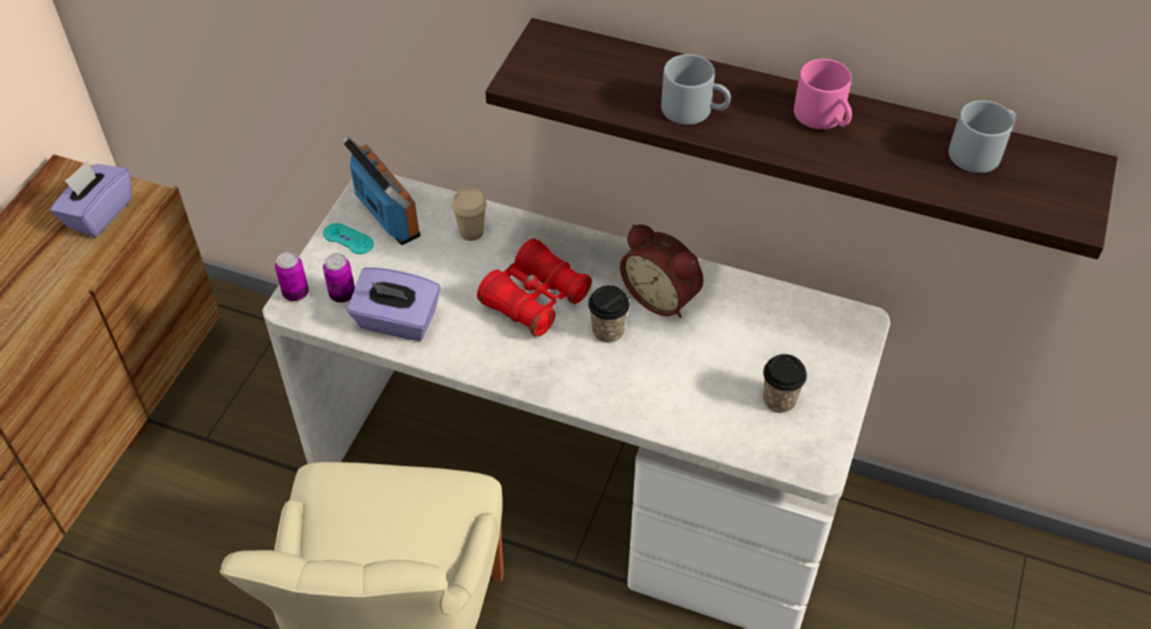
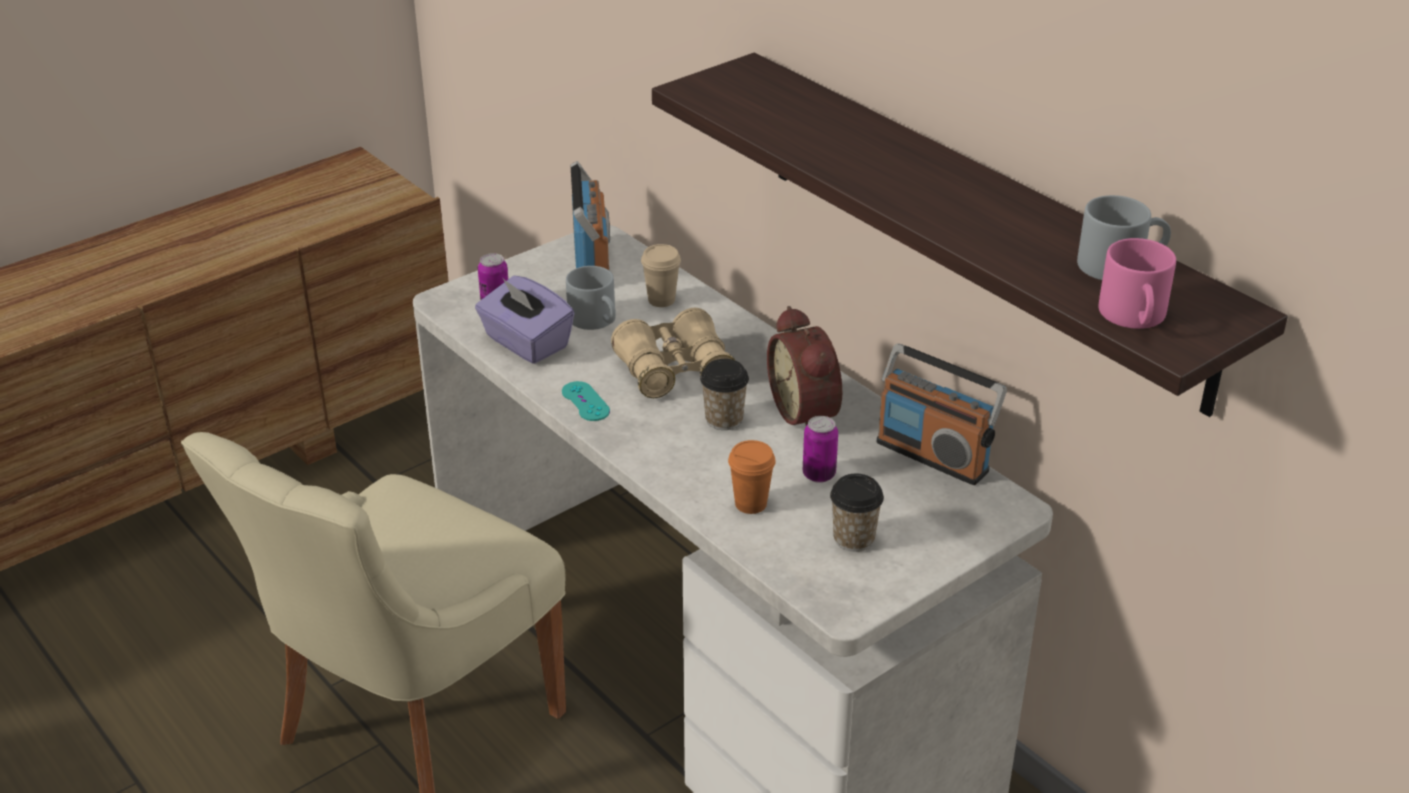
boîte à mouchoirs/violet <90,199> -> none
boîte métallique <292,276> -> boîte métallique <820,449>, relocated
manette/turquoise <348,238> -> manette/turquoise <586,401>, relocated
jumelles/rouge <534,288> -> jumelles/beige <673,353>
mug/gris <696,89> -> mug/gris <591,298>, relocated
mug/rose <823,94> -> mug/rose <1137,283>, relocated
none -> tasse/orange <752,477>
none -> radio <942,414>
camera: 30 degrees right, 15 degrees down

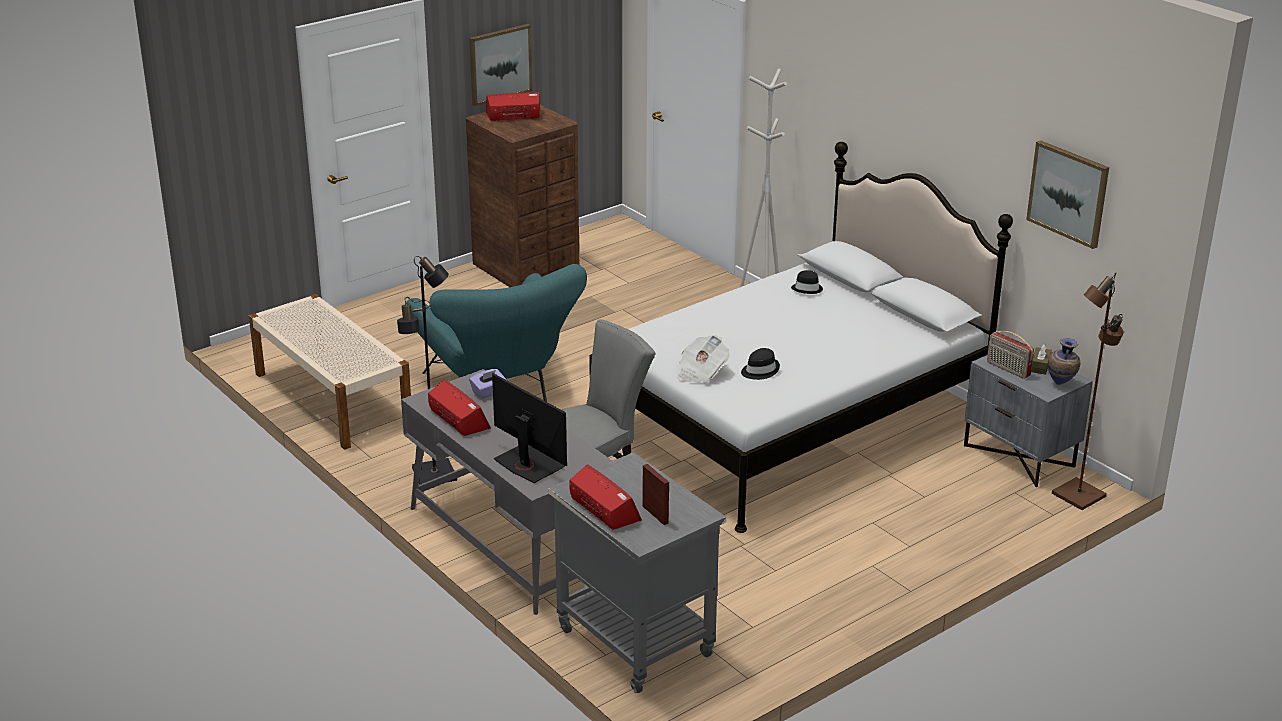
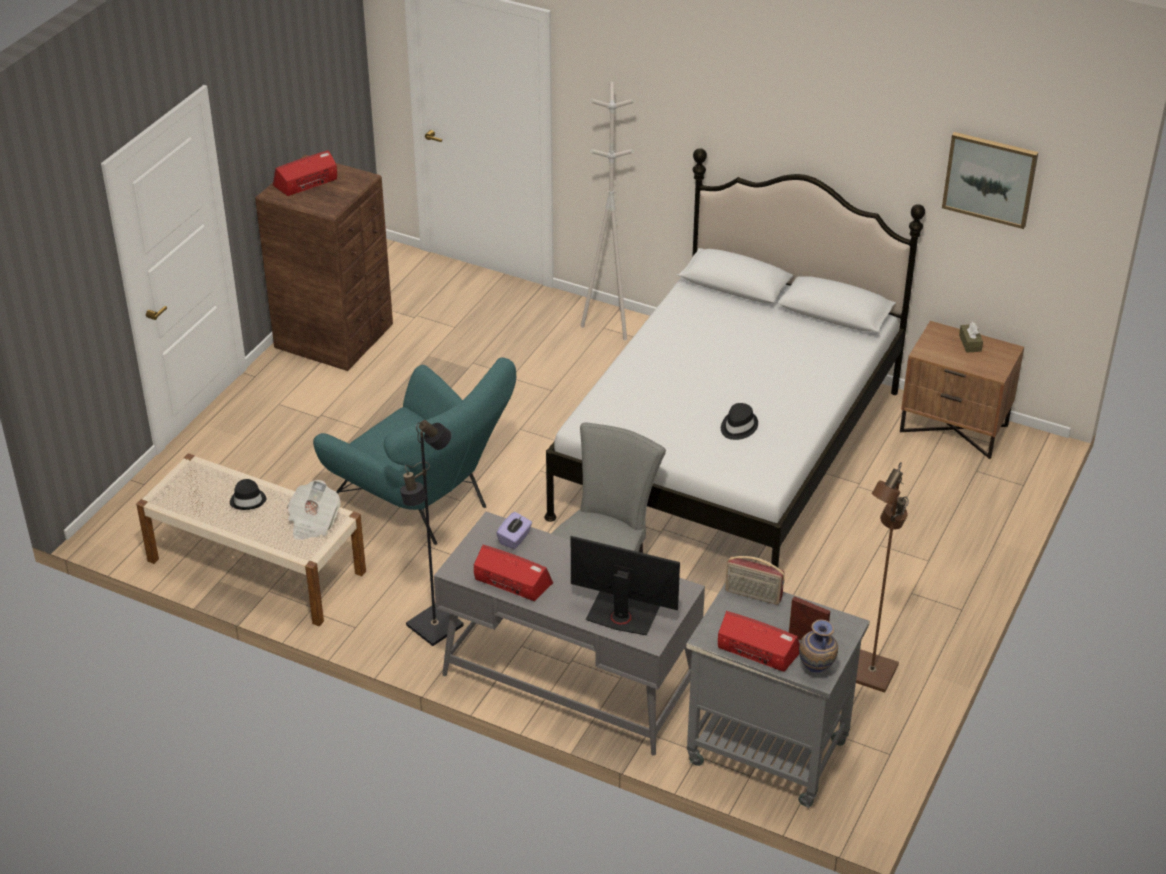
tableau <501,65> -> none
journal <703,359> -> journal <314,510>, relocated
chapeau/noir <807,282> -> chapeau/noir <248,494>, relocated
table de chevet/gris <1028,420> -> table de chevet/marron <962,390>
radio <1010,355> -> radio <755,580>, relocated
vase <1064,361> -> vase <818,646>, relocated
lampadaire/marron <1088,391> -> lampadaire/marron <882,577>, relocated
camera: 25 degrees left, 10 degrees up

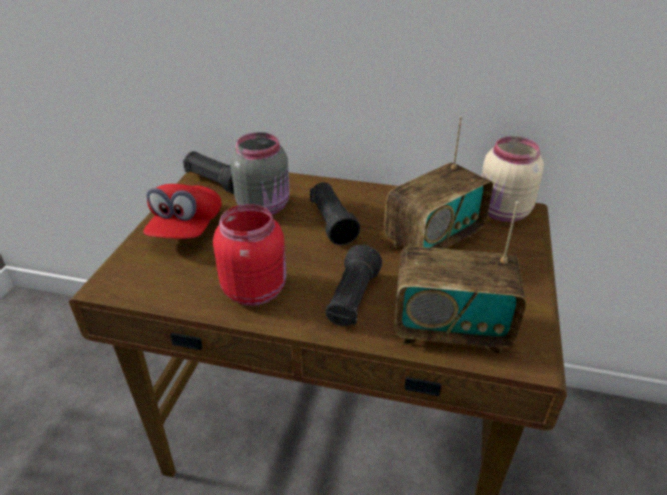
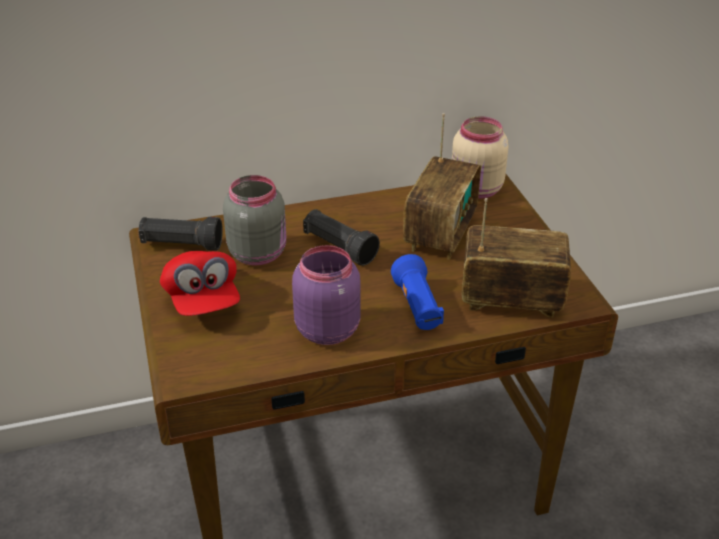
bocal/rouge <249,255> -> bocal/violet <326,295>
lampe de poche/noir <353,285> -> lampe de poche/bleu <417,292>
radio <460,277> -> radio <516,258>, 150 degrees counterclockwise
camera: 30 degrees left, 0 degrees up

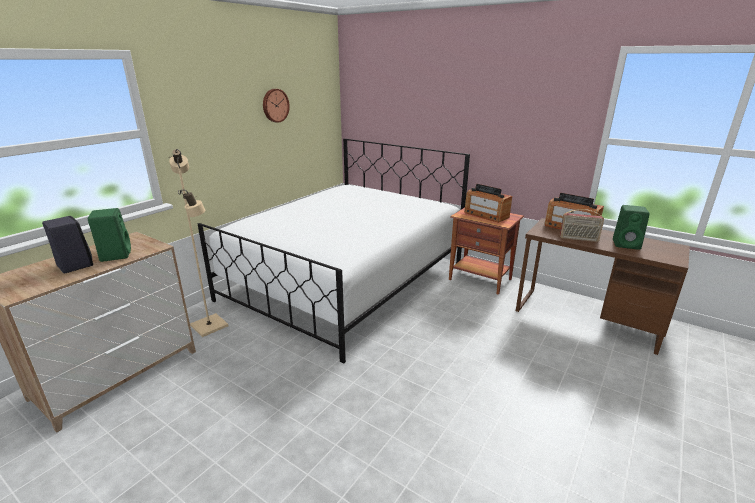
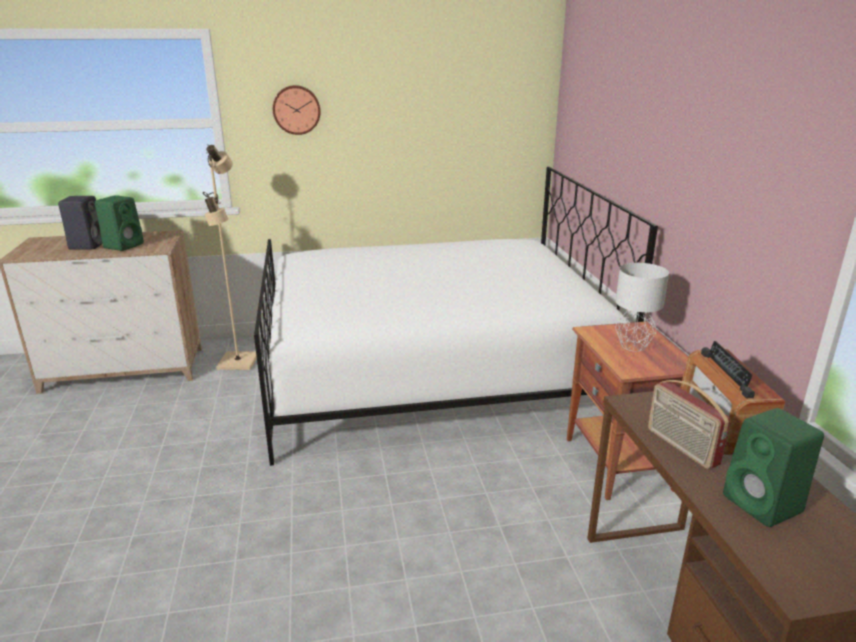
horloge murale <276,106> -> horloge murale <297,110>, relocated
radio <488,203> -> lampe de table/gris <642,307>
camera: 45 degrees right, 0 degrees up

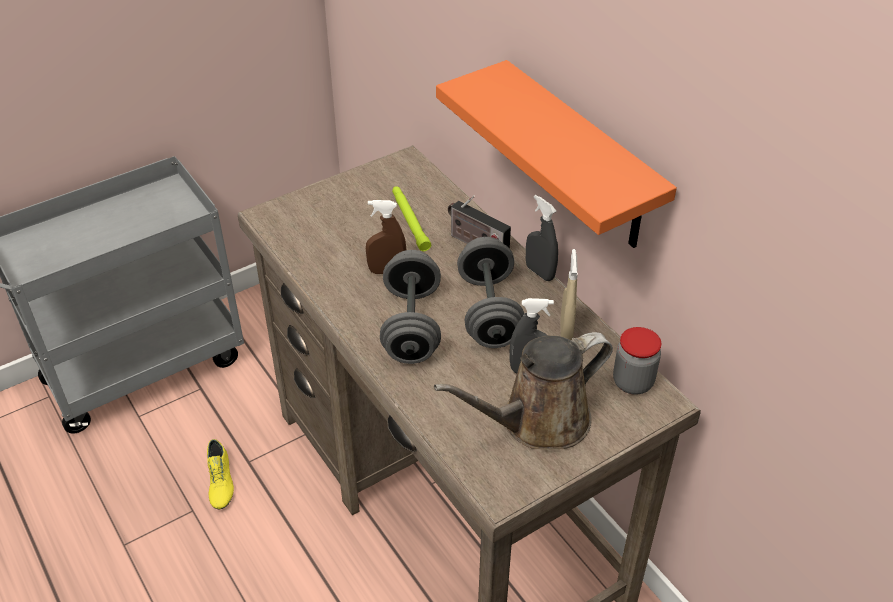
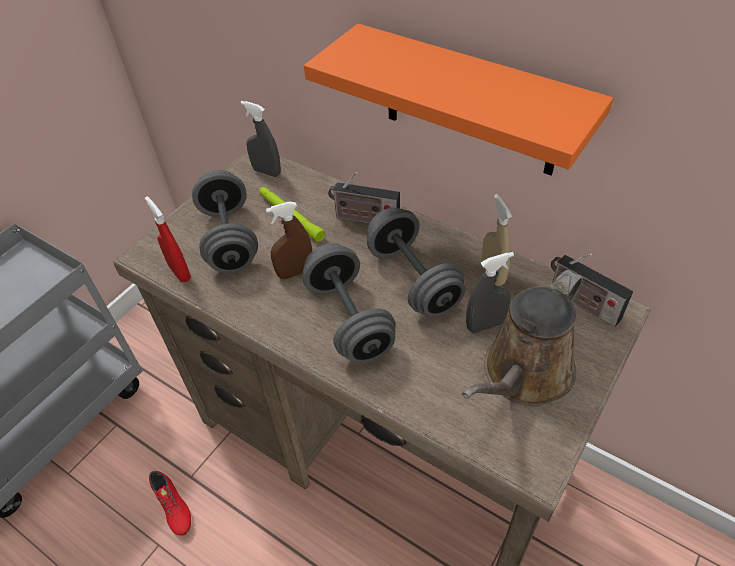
chaussure/jaune <220,474> -> chaussure/rouge <170,503>
vaporisateur/gris <542,238> -> vaporisateur/gris <261,139>, relocated
bocal <637,361> -> radio <592,290>
none -> vaporisateur/rouge <168,239>
none -> haltère/gris <225,221>
camera: 20 degrees left, 5 degrees up

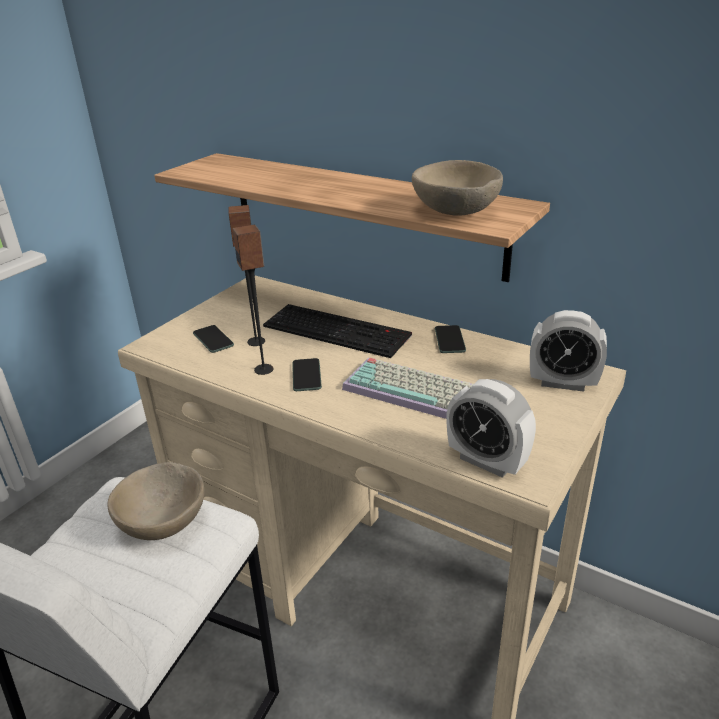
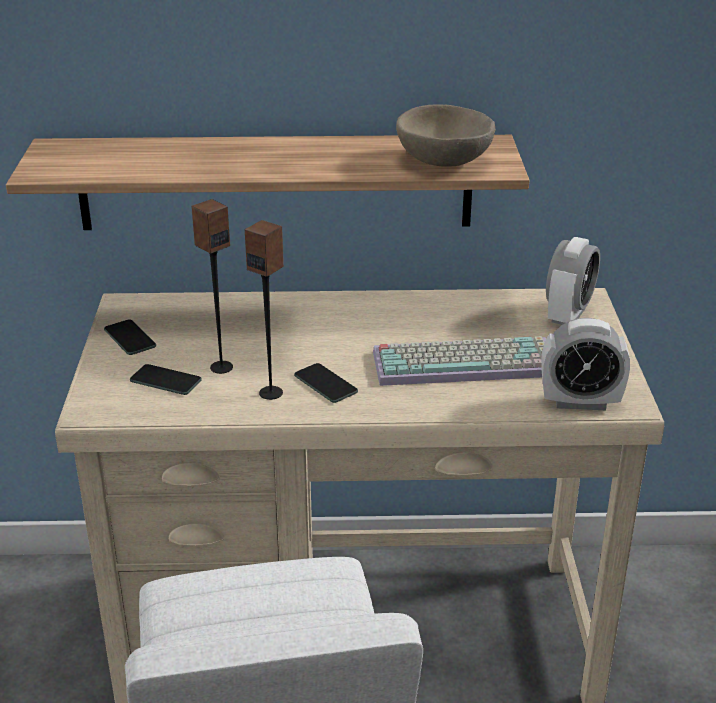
bol/beige <156,501> -> none
clavier <337,331> -> none
téléphone <450,339> -> téléphone <130,337>, relocated
réveil <568,351> -> réveil <573,281>, 45 degrees counterclockwise
camera: 35 degrees left, 0 degrees up

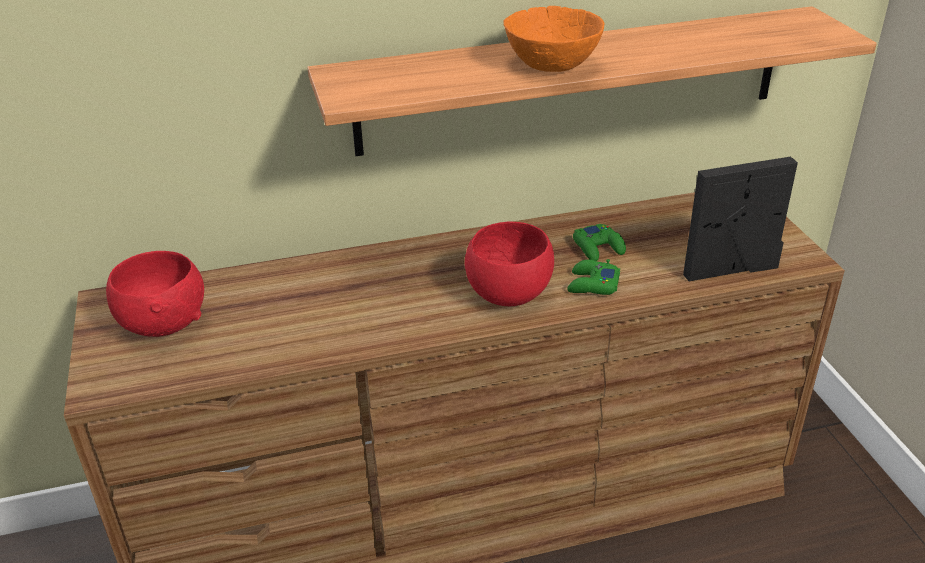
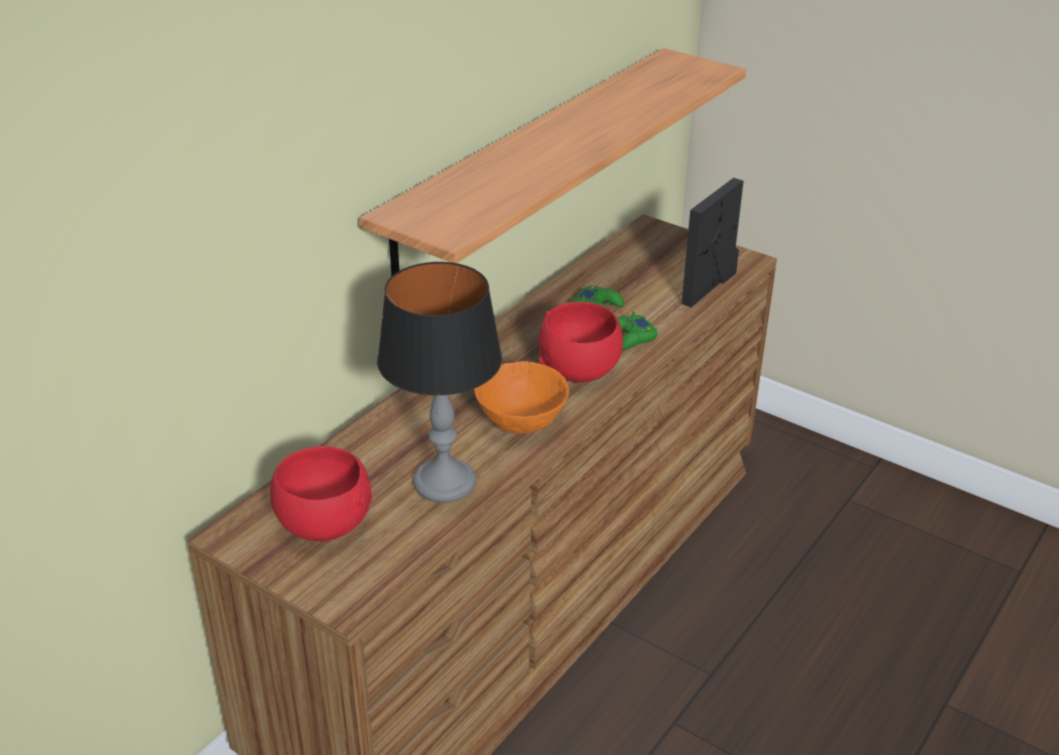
bol/orange <553,39> -> bol/orange <522,397>, relocated
none -> lampe de table <439,382>
camera: 40 degrees left, 0 degrees up

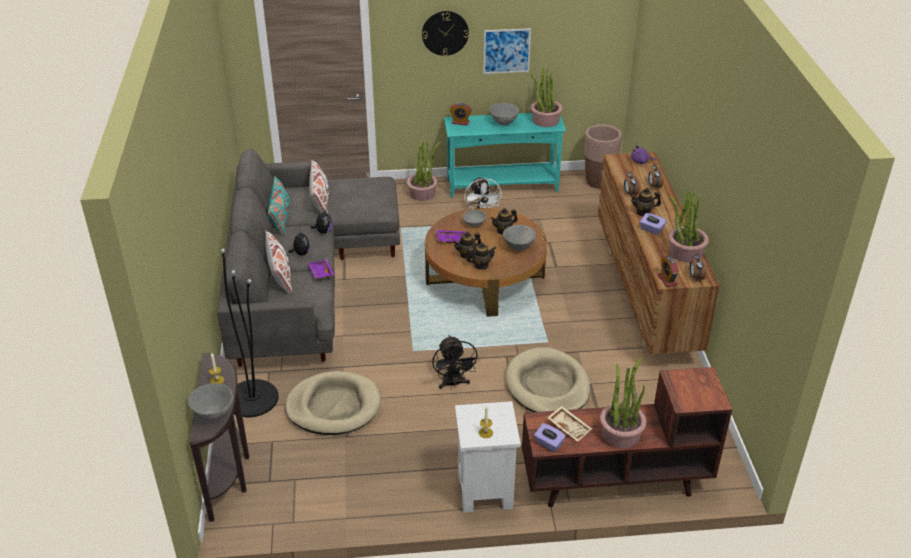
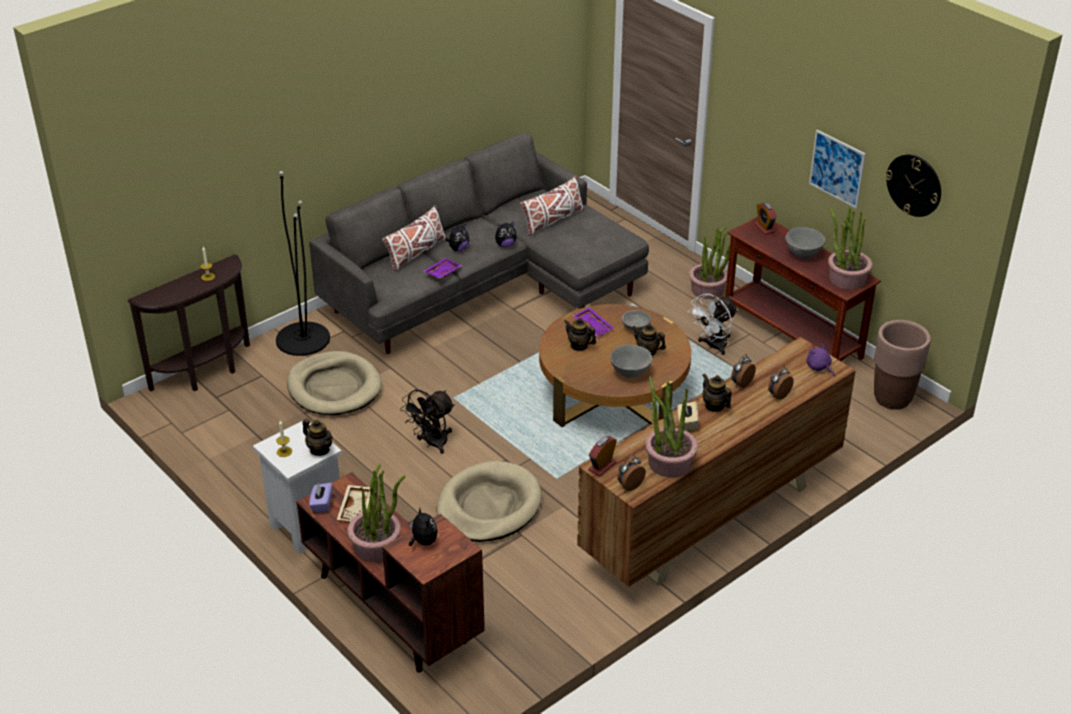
bol/gris <210,401> -> none
coussin/turquoise <279,206> -> none
horloge murale <445,33> -> horloge murale <913,185>, relocated
table console/turquoise <505,155> -> table console/marron <803,289>
théière <481,255> -> théière <317,437>, relocated
boîte à mouchoirs/violet <653,224> -> boîte à mouchoirs/beige <688,416>
none -> peluche <423,527>
camera: 55 degrees right, 0 degrees up

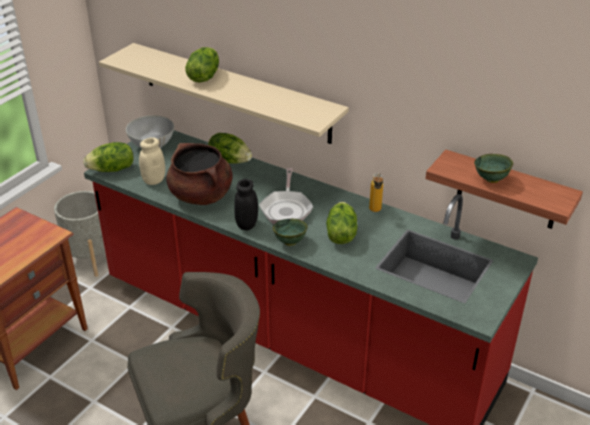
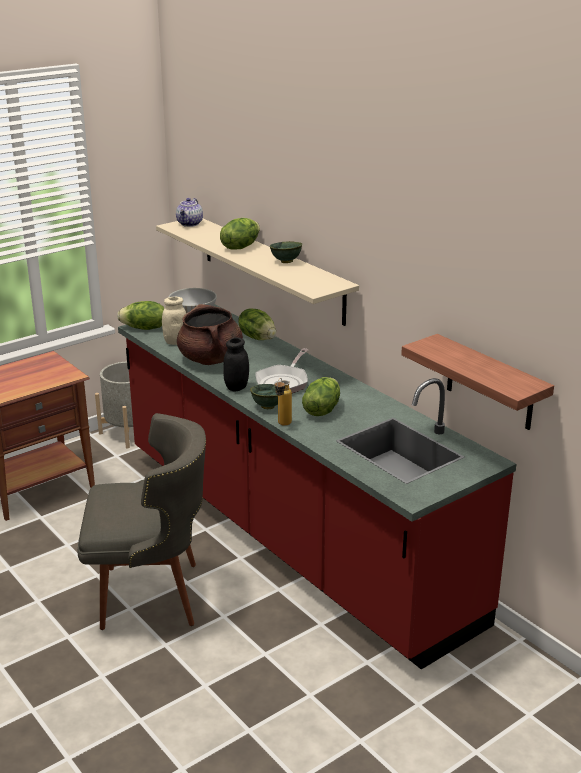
bouteille <376,192> -> bouteille <283,402>, relocated
bol/vert <493,168> -> bol/vert <286,252>, relocated
none -> théière <189,212>
camera: 20 degrees right, 10 degrees down

